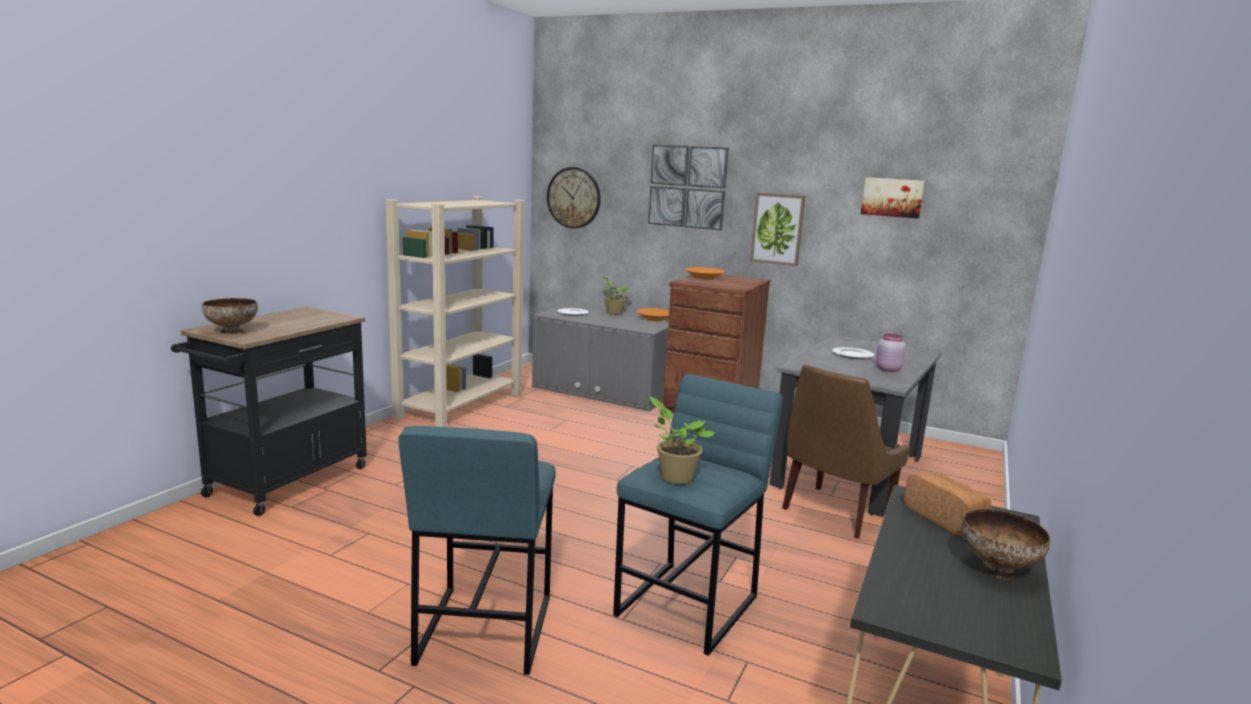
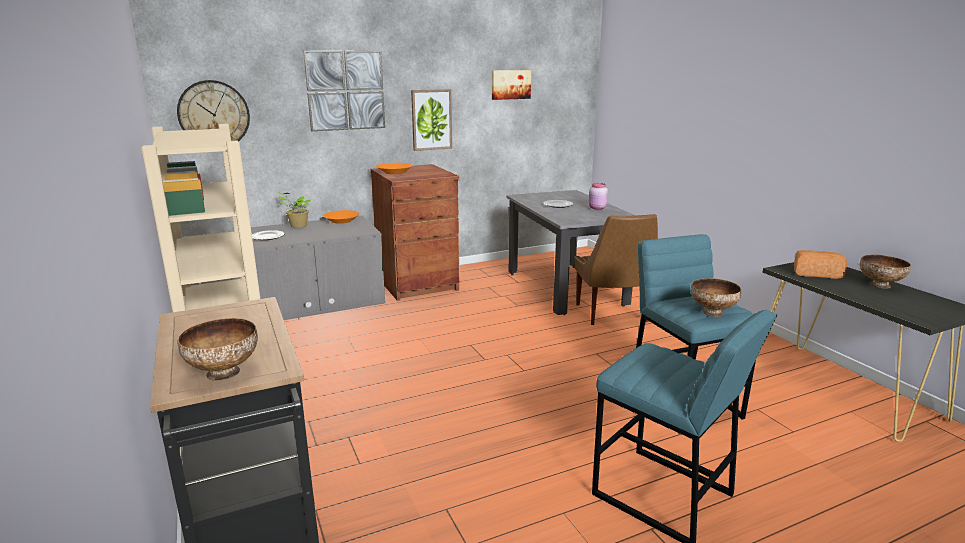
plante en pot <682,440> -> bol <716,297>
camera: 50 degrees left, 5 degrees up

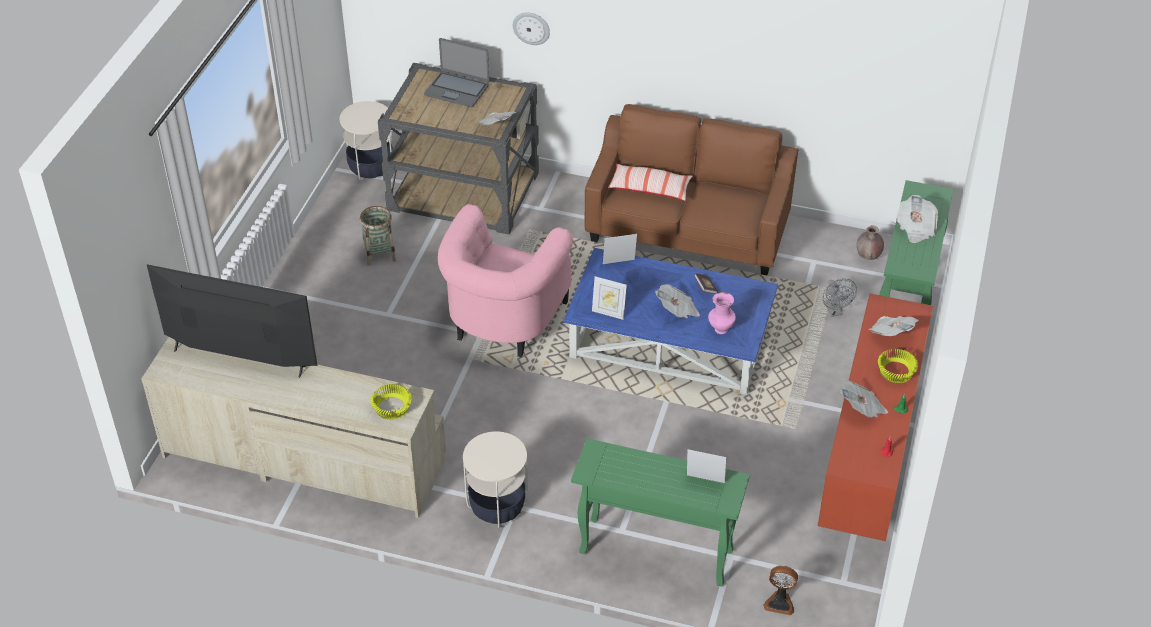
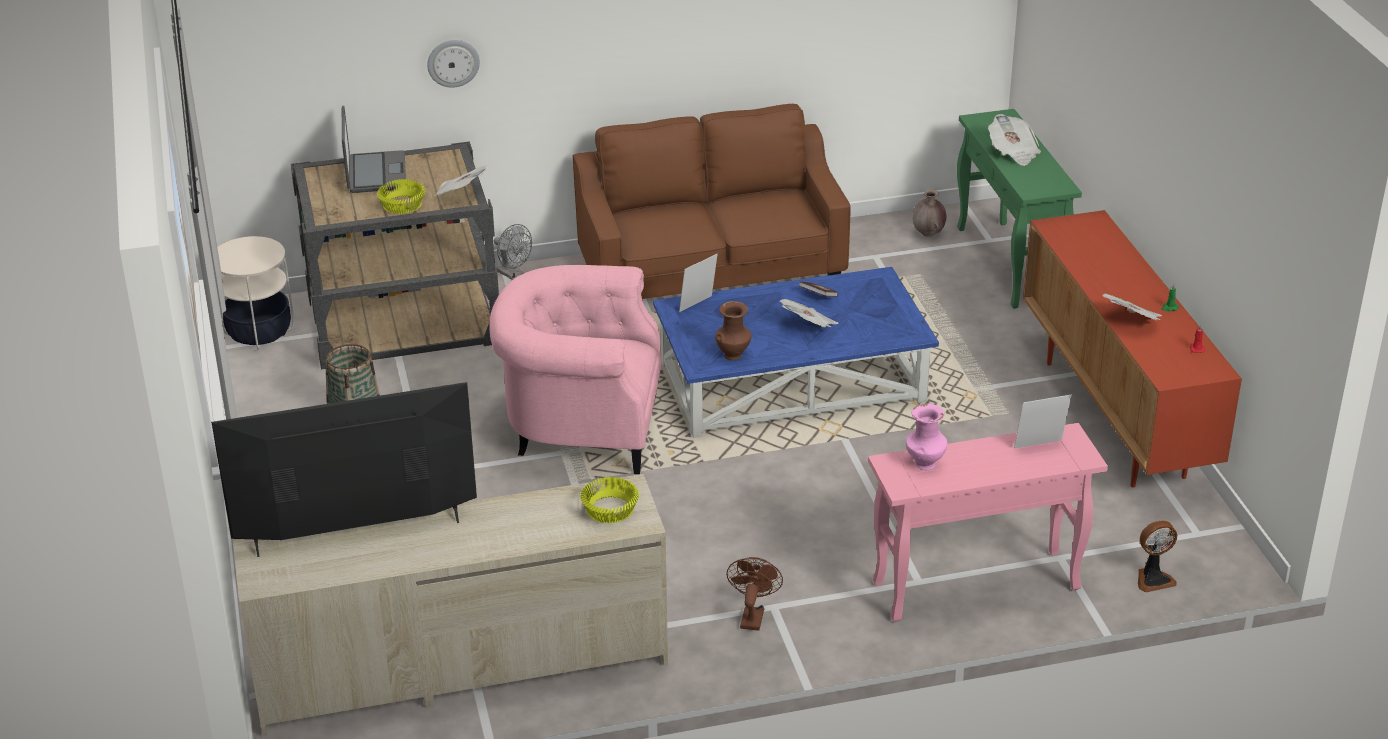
ordinateur portable <456,72> -> ordinateur portable <374,149>, 90 degrees counterclockwise
fauteuil/rose <505,280> -> fauteuil/rose <575,369>, 105 degrees clockwise
table d'appoint/beige <495,479> -> ventilateur/marron <755,594>
table console/vert <660,512> -> table console/rose <988,522>
cadre photo <609,298> -> vase/marron <733,330>
coussin <650,182> -> none
vase/rose <722,313> -> vase/rose <926,437>, relocated
ventilateur/gris <840,298> -> ventilateur/gris <513,252>, relocated
journal <894,326> -> none
bol/jaune <898,366> -> bol/jaune <401,196>, relocated
camera: 30 degrees left, 10 degrees down

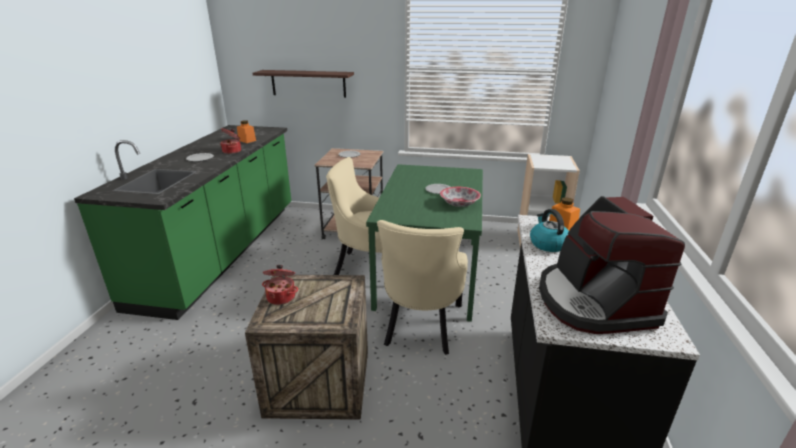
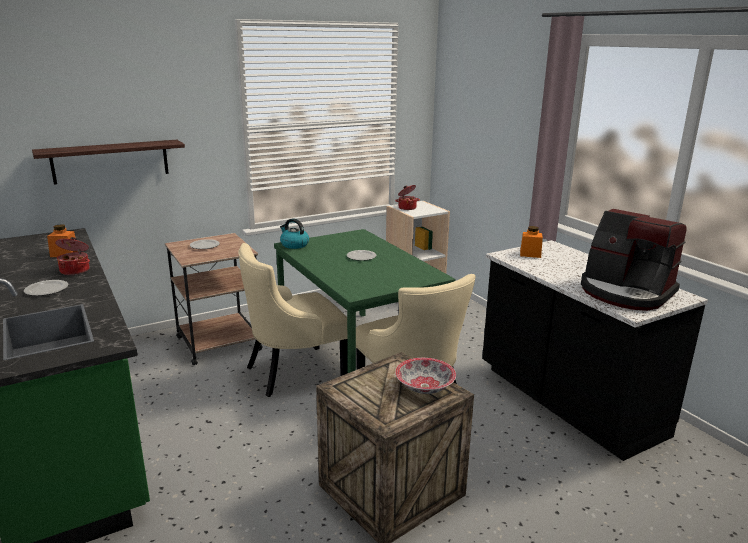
marmite <280,285> -> marmite <407,197>, relocated
bol <460,197> -> bol <425,376>, relocated
bouilloire <549,230> -> bouilloire <294,233>, relocated
camera: 40 degrees left, 5 degrees down

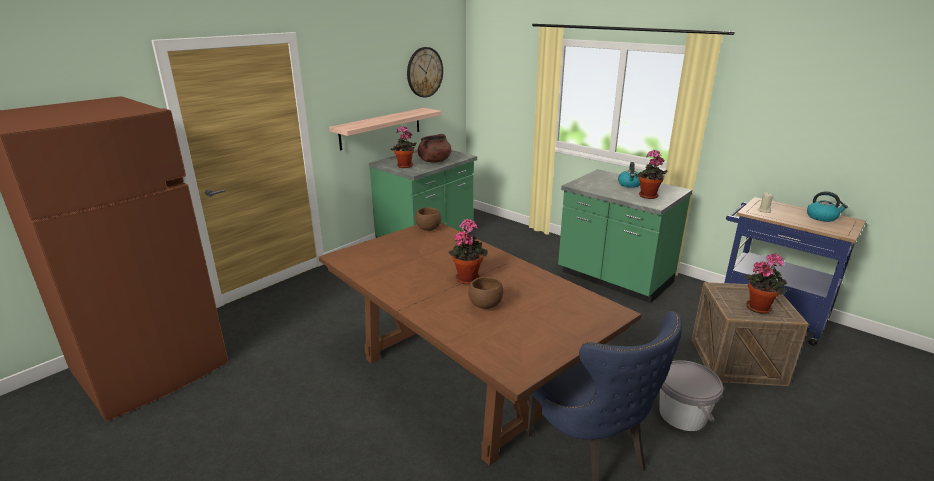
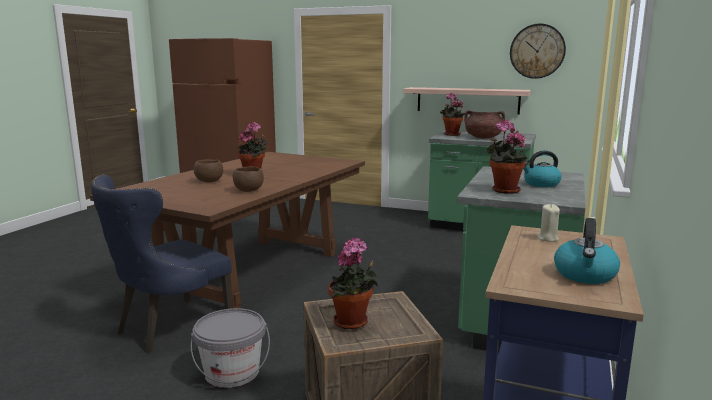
bol/marron <428,219> -> bol/marron <248,179>, relocated
camera: 70 degrees right, 10 degrees down

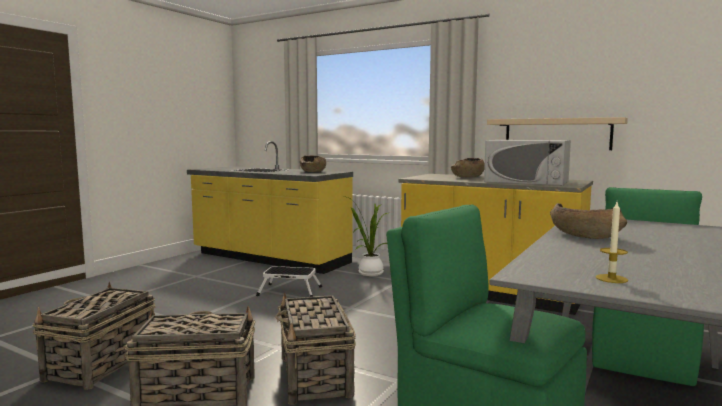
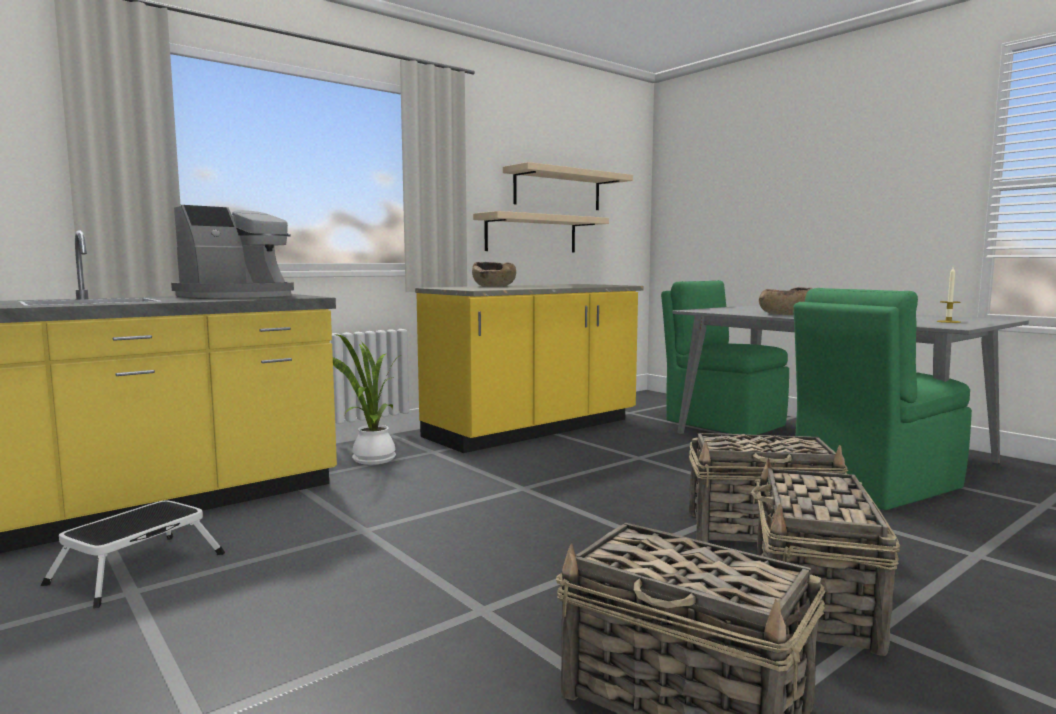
escabeau/noir <289,281> -> escabeau/noir <133,554>, relocated
bol/marron <313,163> -> machine à café <232,251>
micro-ondes/blanc <527,163> -> none
none -> étagère/beige <568,186>
camera: 70 degrees left, 0 degrees up

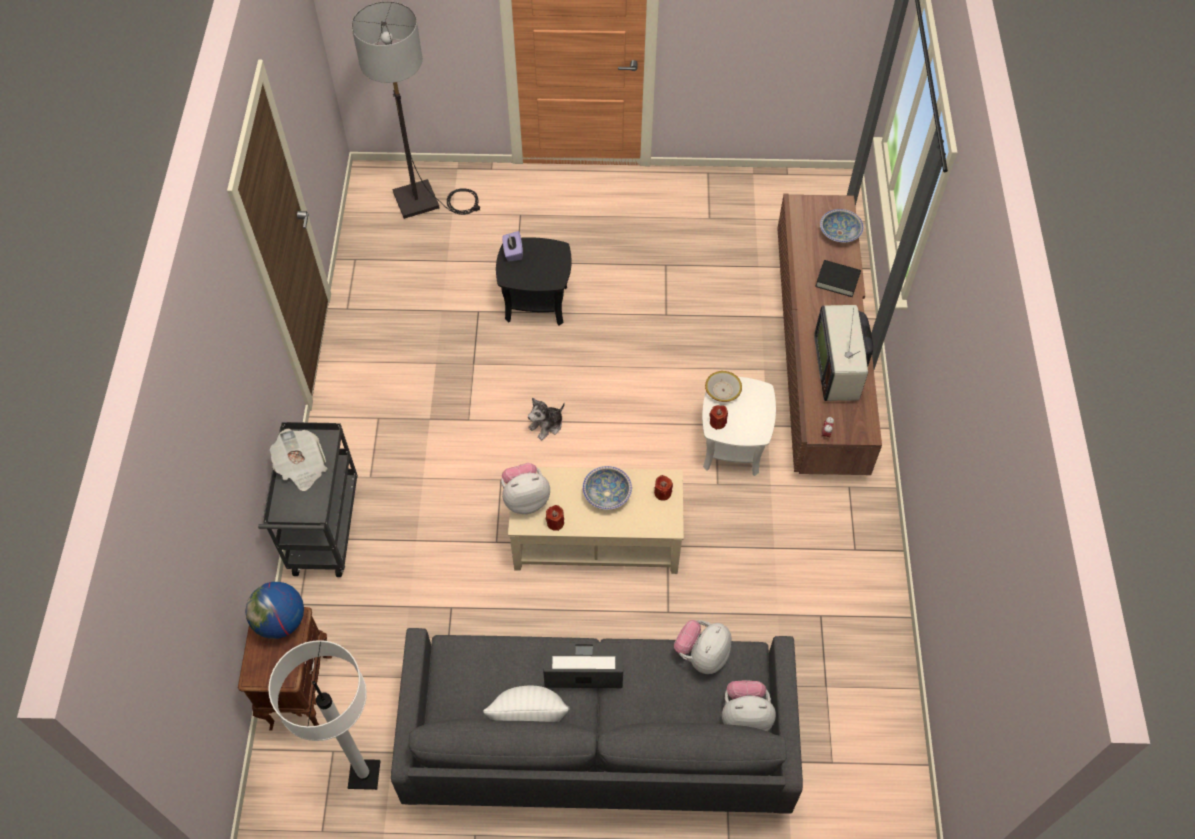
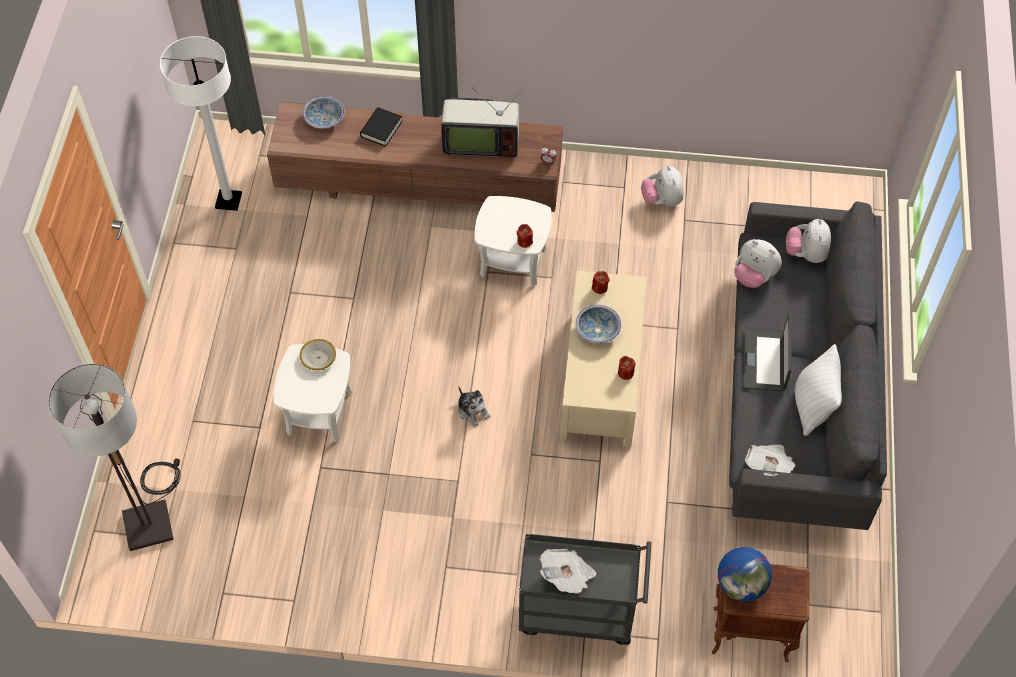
lampadaire/blanc <324,715> -> lampadaire/blanc <201,123>, relocated
table d'appoint/noir <534,281> -> table d'appoint/blanc <312,393>
peluche <525,488> -> peluche <662,186>, relocated
boîte à mouchoirs/violet <512,246> -> none
bol <723,386> -> bol <318,354>, relocated
none -> journal <770,460>
camera: 85 degrees left, 0 degrees up

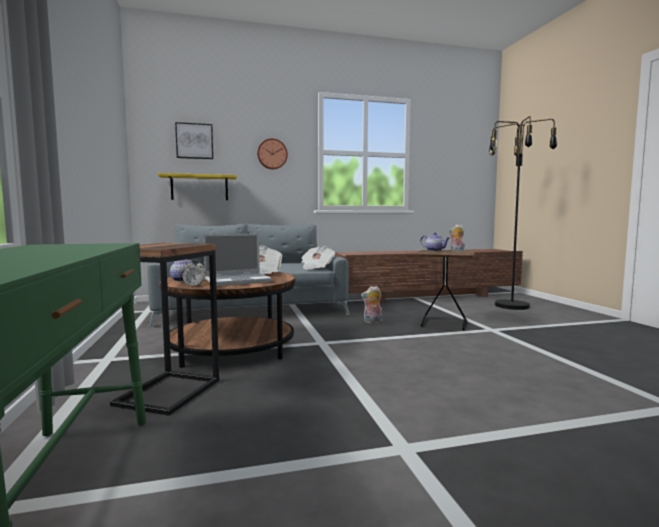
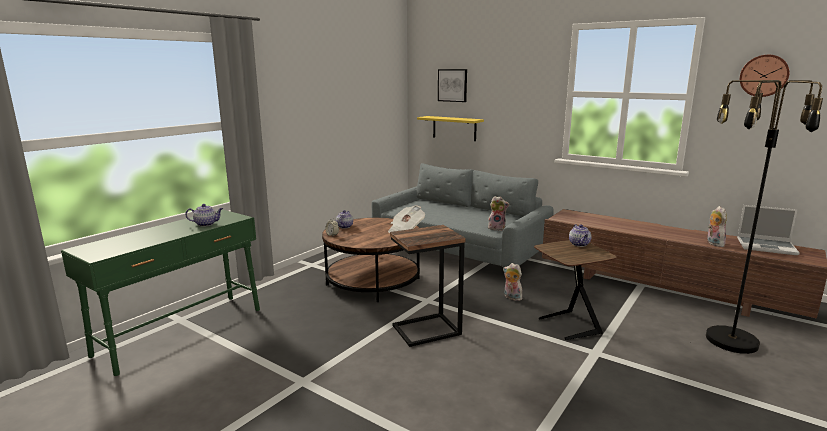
table d'appoint <164,329> -> table d'appoint <428,286>, relocated
ordinateur portable <237,260> -> ordinateur portable <768,230>, relocated
horloge murale <272,153> -> horloge murale <765,76>, relocated
journal <318,257> -> peluche <499,213>
none -> théière <204,215>
camera: 50 degrees right, 10 degrees up

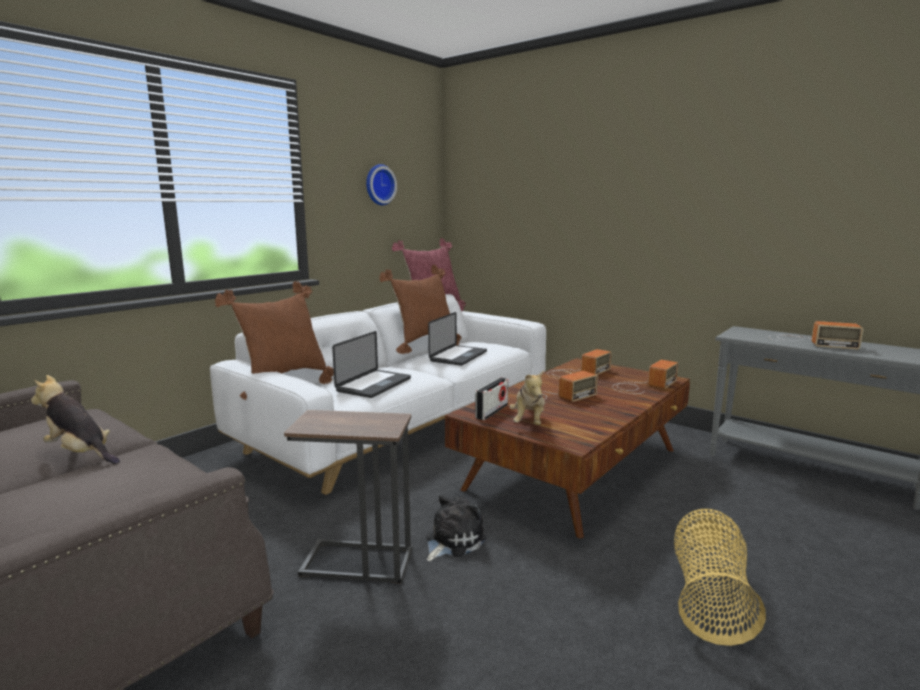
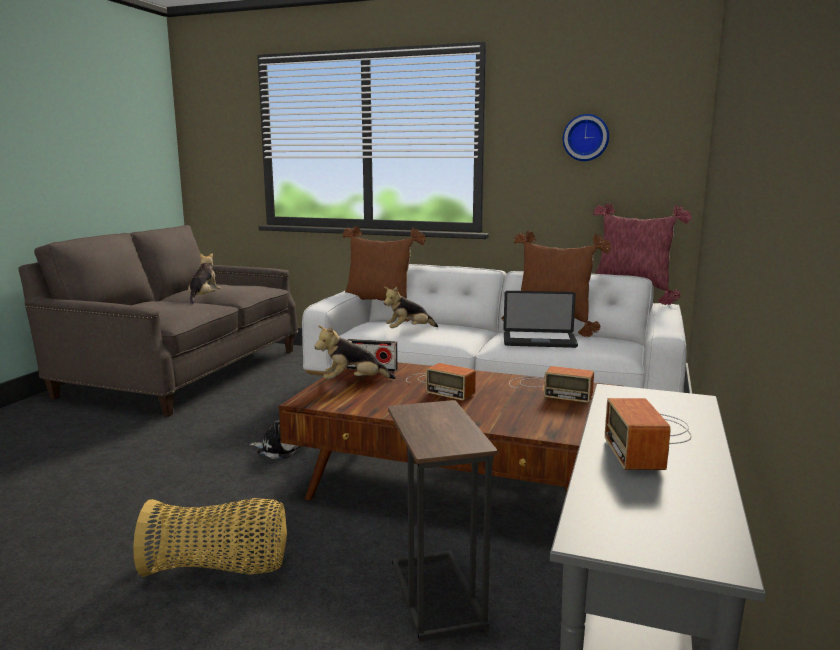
table d'appoint/marron <348,497> -> table d'appoint/marron <442,520>, relocated
ordinateur portable <371,364> -> peluche <411,307>
radio <645,377> -> none
camera: 70 degrees right, 0 degrees up

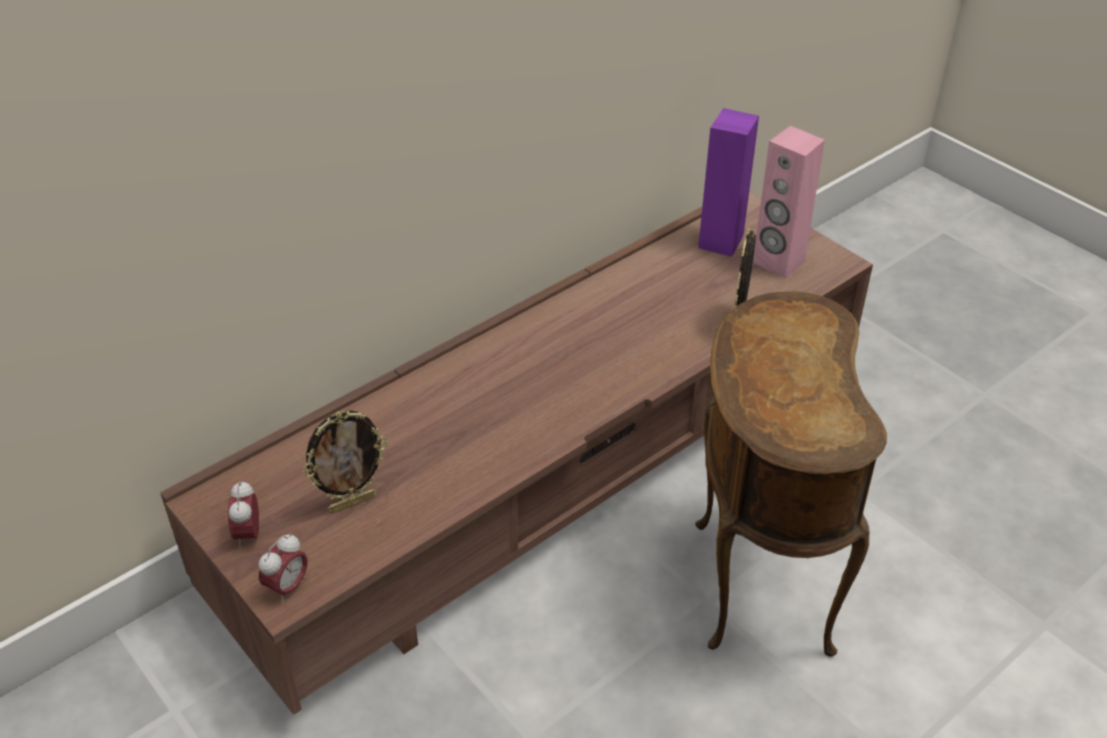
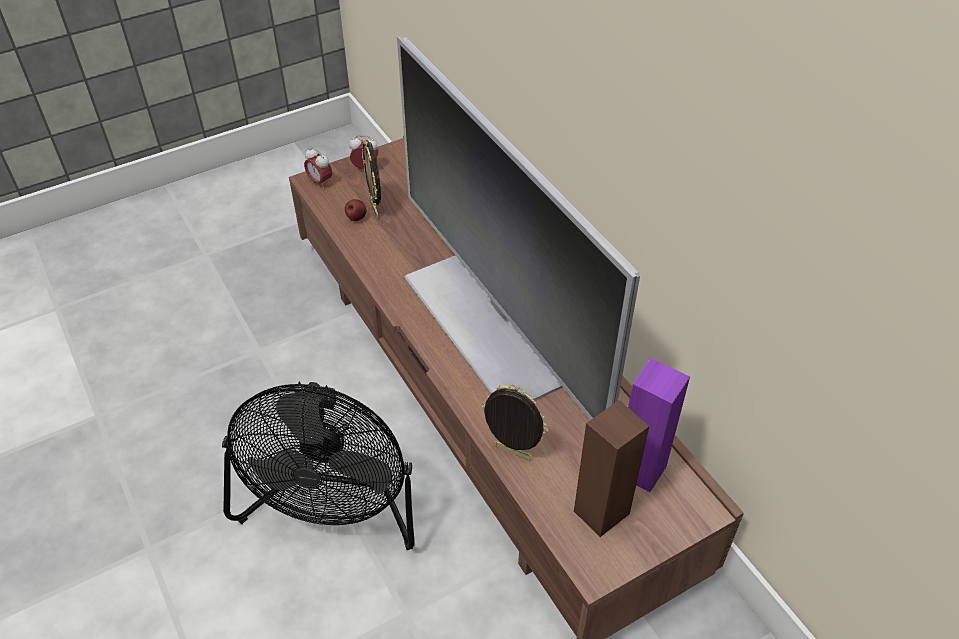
table d'appoint/marron <791,474> -> ventilateur/noir <318,466>
enceinte/rose <789,202> -> enceinte/marron <612,468>
none -> pomme <355,210>
none -> téléviseur <518,228>
camera: 100 degrees right, 5 degrees up

